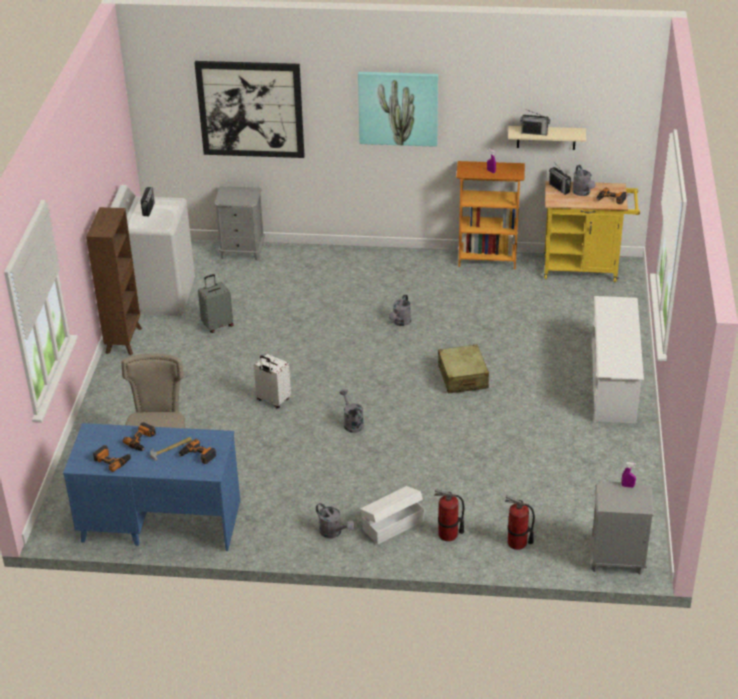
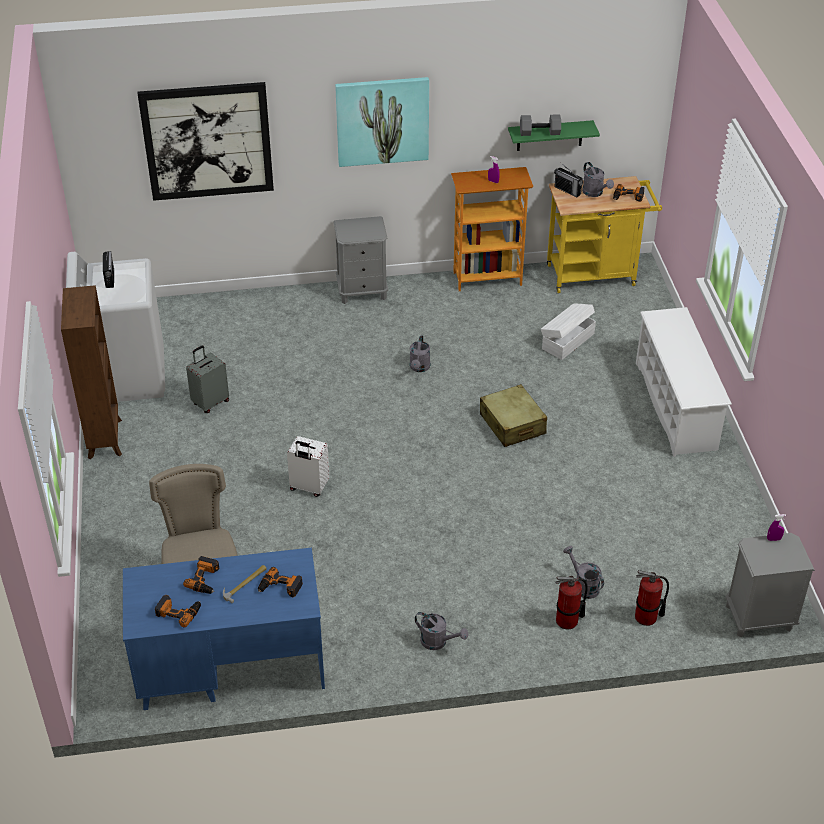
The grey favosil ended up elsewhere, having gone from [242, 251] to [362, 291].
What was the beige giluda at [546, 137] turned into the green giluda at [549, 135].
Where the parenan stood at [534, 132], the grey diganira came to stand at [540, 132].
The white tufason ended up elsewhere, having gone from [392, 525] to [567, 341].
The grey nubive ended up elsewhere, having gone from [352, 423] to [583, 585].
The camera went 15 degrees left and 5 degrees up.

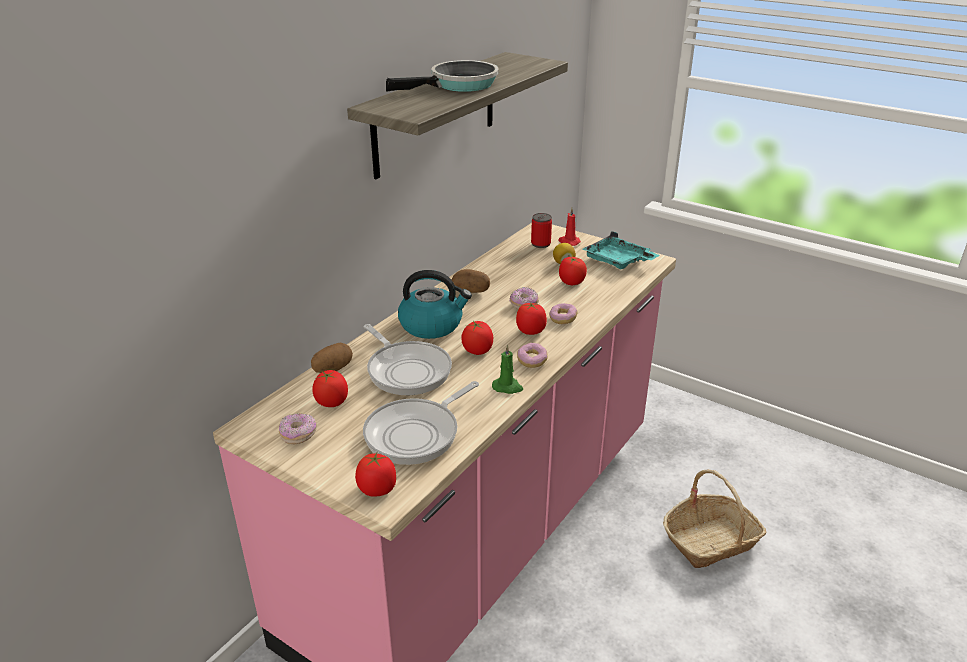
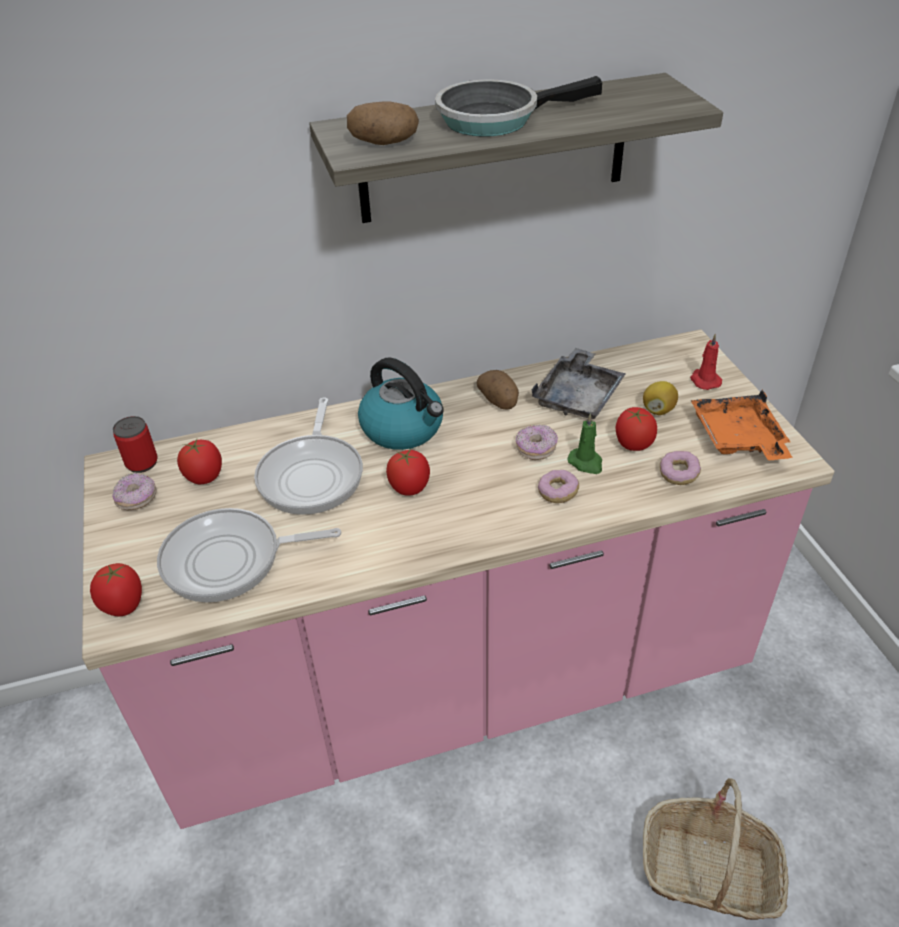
The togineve ended up elsewhere, having gone from [540, 244] to [142, 463].
The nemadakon ended up elsewhere, having gone from [333, 369] to [384, 143].
The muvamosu at [459, 85] ended up facing another way, 150 degrees clockwise from before.
The second view gained the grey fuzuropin at [578, 396].
The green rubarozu ended up elsewhere, having gone from [507, 387] to [586, 463].
The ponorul ended up elsewhere, having gone from [532, 361] to [678, 474].
What was the turquoise fuzuropin at [618, 261] turned into the orange fuzuropin at [737, 439].
The second view lost the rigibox at [531, 331].
The camera went 40 degrees right and 10 degrees up.

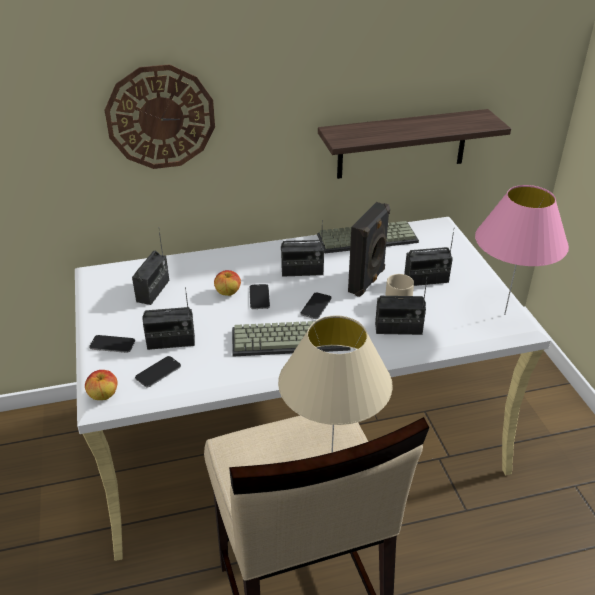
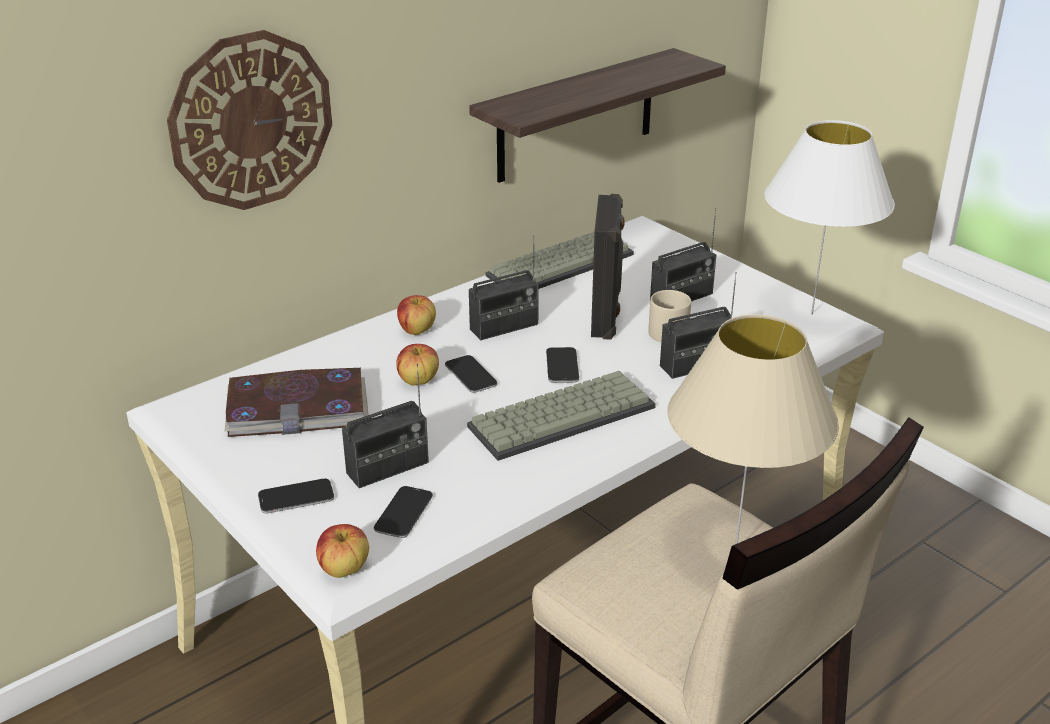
Where the parenan stood at [153, 291], the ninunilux came to stand at [297, 408].
The second view gained the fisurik at [417, 330].
What was the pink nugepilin at [504, 314] turned into the white nugepilin at [811, 314].
The camera went 25 degrees left and 5 degrees down.

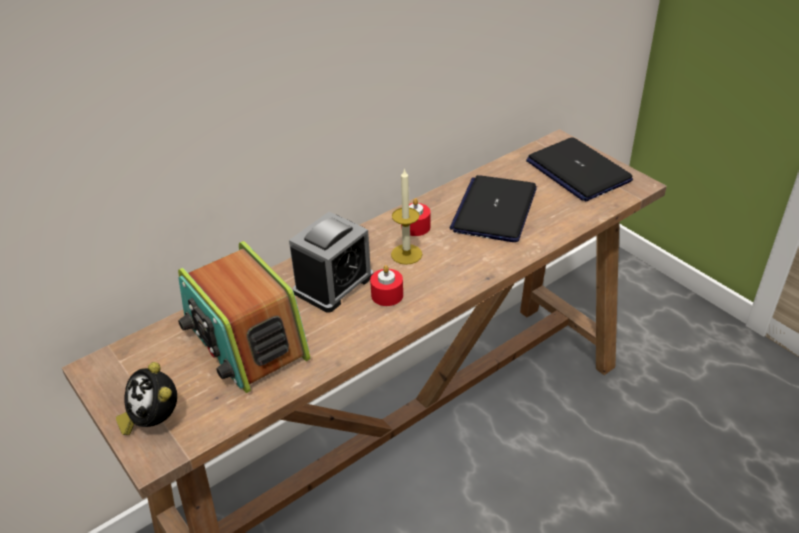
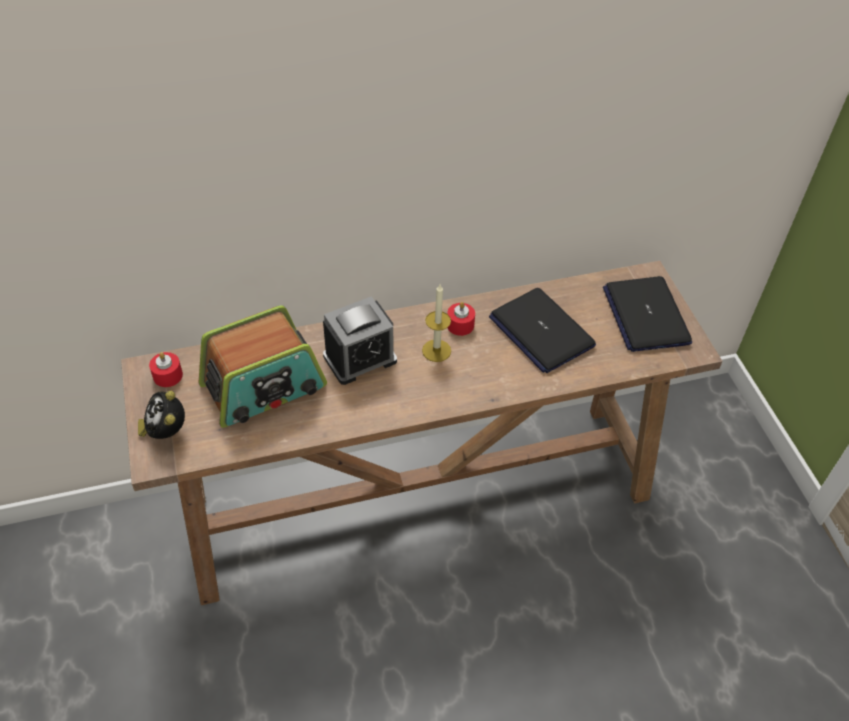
The red rubarozu ended up elsewhere, having gone from [387, 295] to [168, 375].
The parenan at [245, 341] ended up facing another way, 105 degrees counterclockwise from before.
The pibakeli at [494, 210] ended up facing another way, 75 degrees counterclockwise from before.
The camera went 20 degrees right and 10 degrees up.

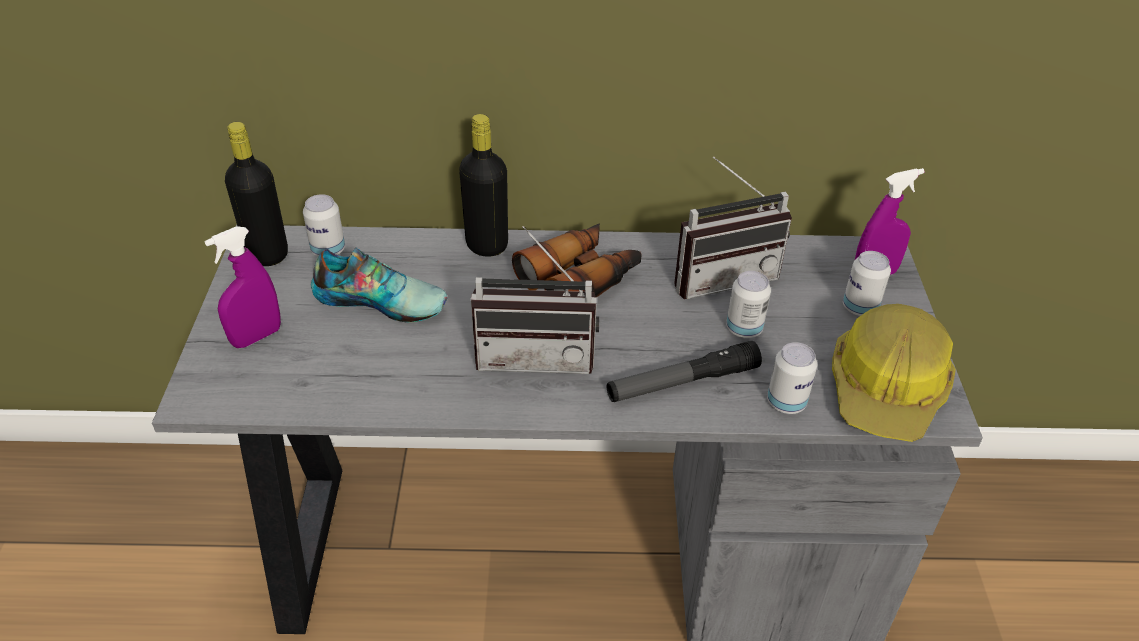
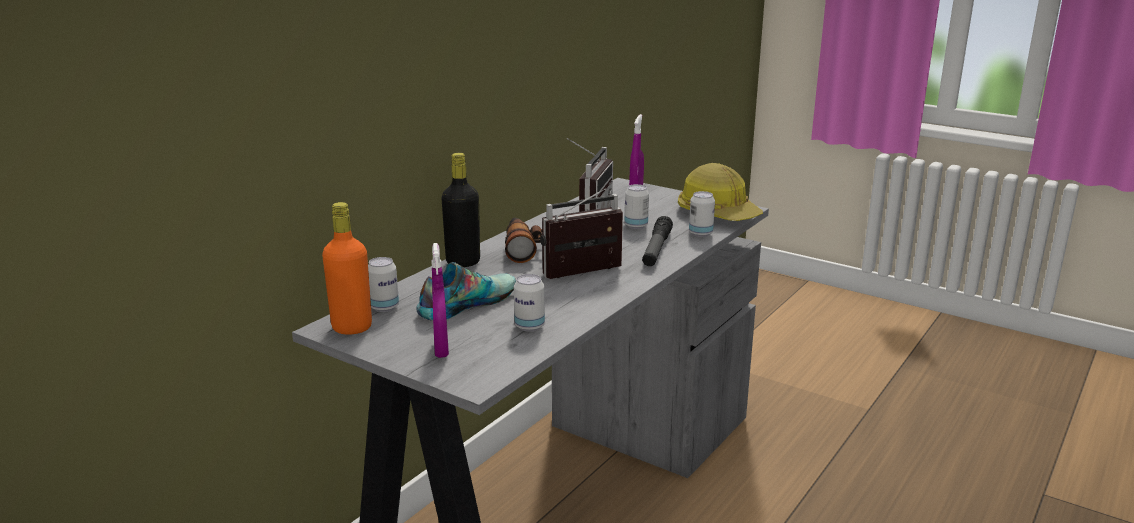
What was the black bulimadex at [267, 254] turned into the orange bulimadex at [352, 327].
The togineve ended up elsewhere, having gone from [859, 308] to [529, 326].
The parenan at [537, 355] ended up facing another way, 150 degrees counterclockwise from before.
The camera went 55 degrees left and 20 degrees down.

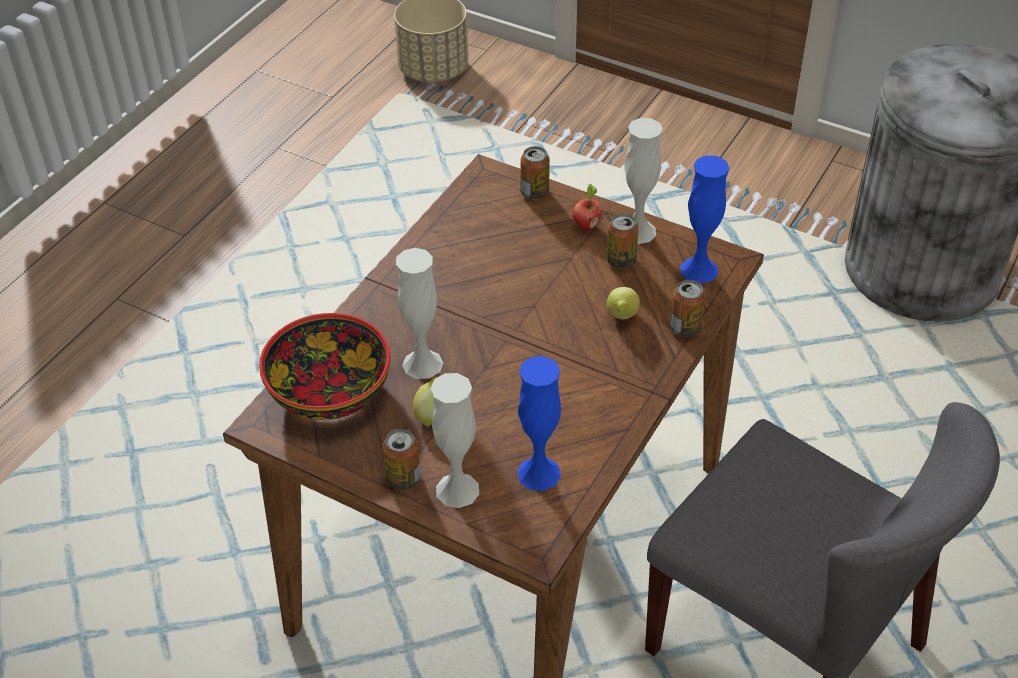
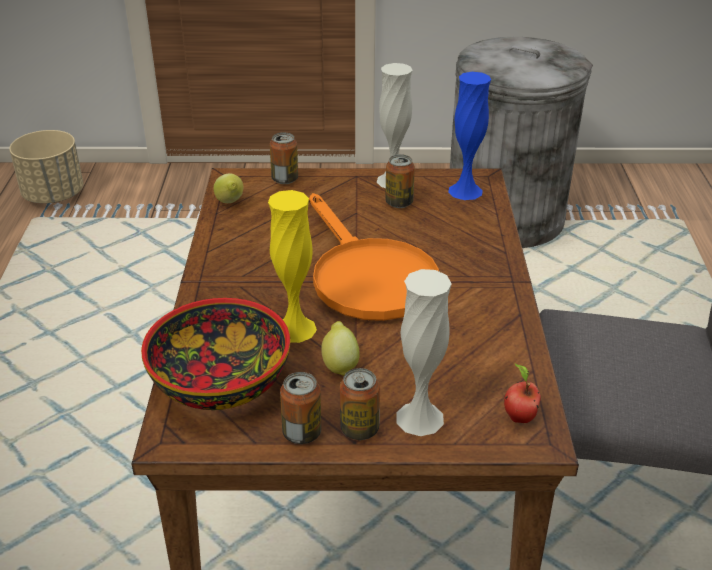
The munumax ended up elsewhere, having gone from [622, 317] to [230, 203].
What was the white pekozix at [422, 364] turned into the yellow pekozix at [295, 329].
The togineve ended up elsewhere, having gone from [685, 328] to [302, 433].
The second view gained the orange muvamosu at [366, 276].
The fisurik ended up elsewhere, having gone from [586, 225] to [518, 417].
The second view lost the blue pekozix at [539, 473].
The camera went 30 degrees left and 10 degrees down.

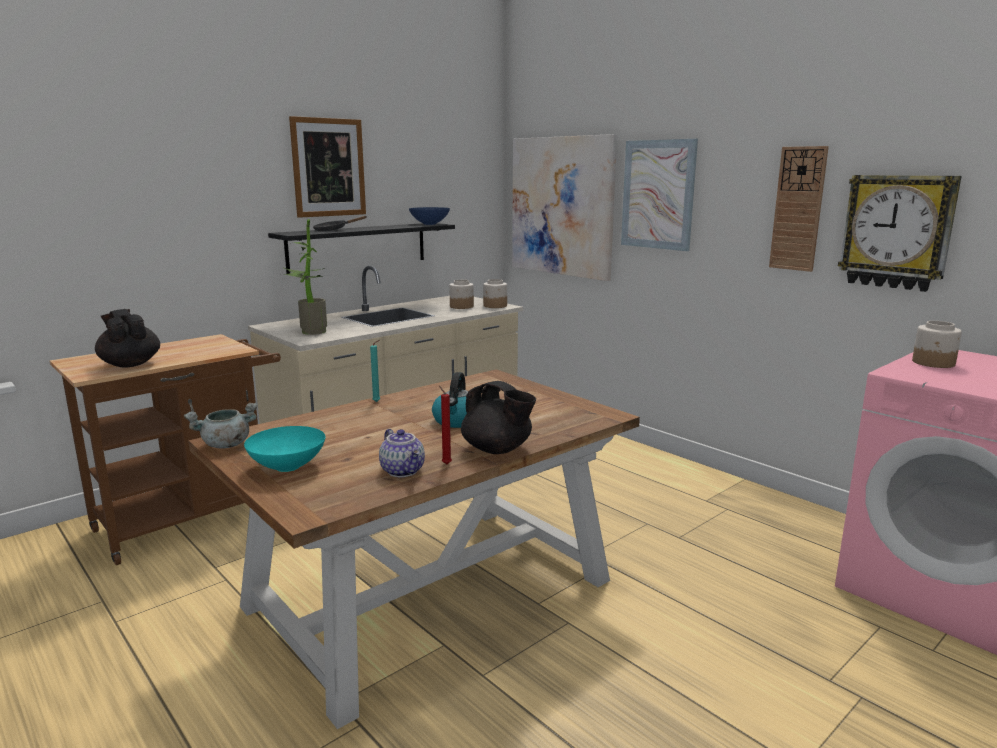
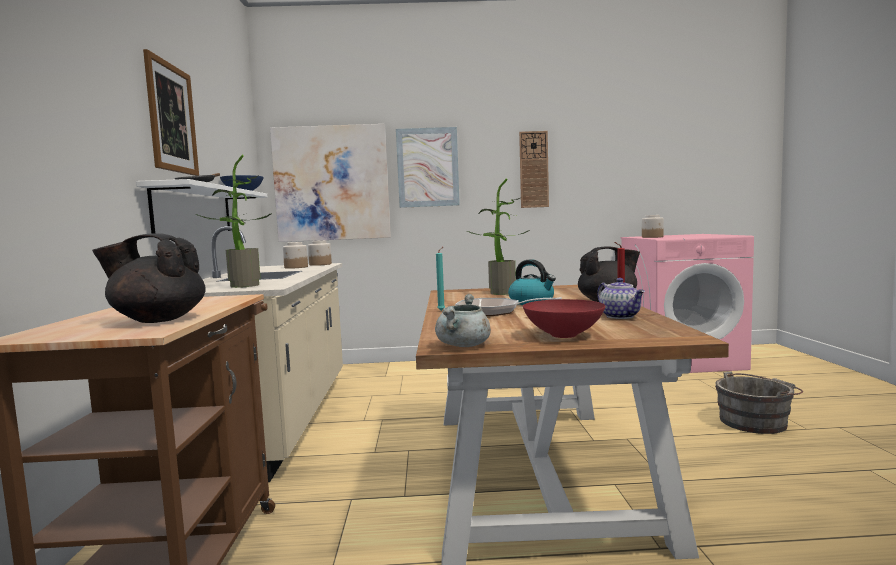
What was the black giluda at [358, 247] turned into the white giluda at [194, 210].
The second view gained the muvamosu at [494, 312].
The second view gained the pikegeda at [499, 293].
What was the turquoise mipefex at [288, 467] turned into the red mipefex at [565, 335].
The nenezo at [403, 471] ended up facing another way, 60 degrees clockwise from before.
The second view gained the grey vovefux at [755, 421].
The second view lost the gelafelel at [897, 232].
The camera went 50 degrees left and 10 degrees down.

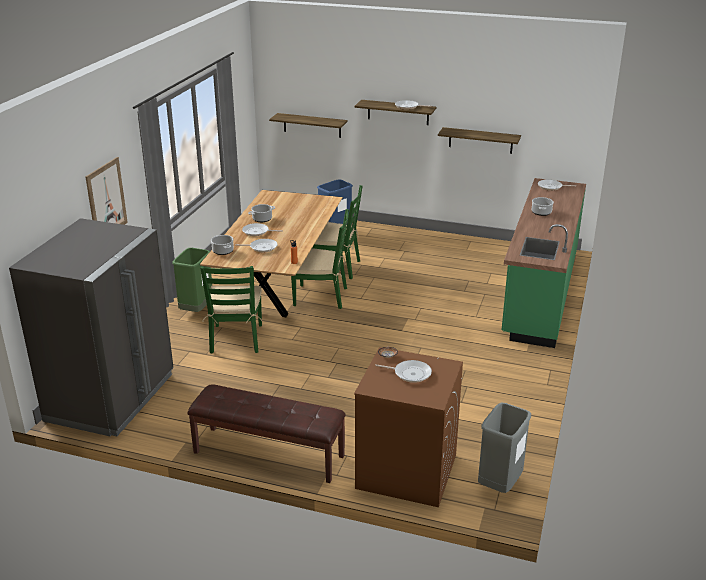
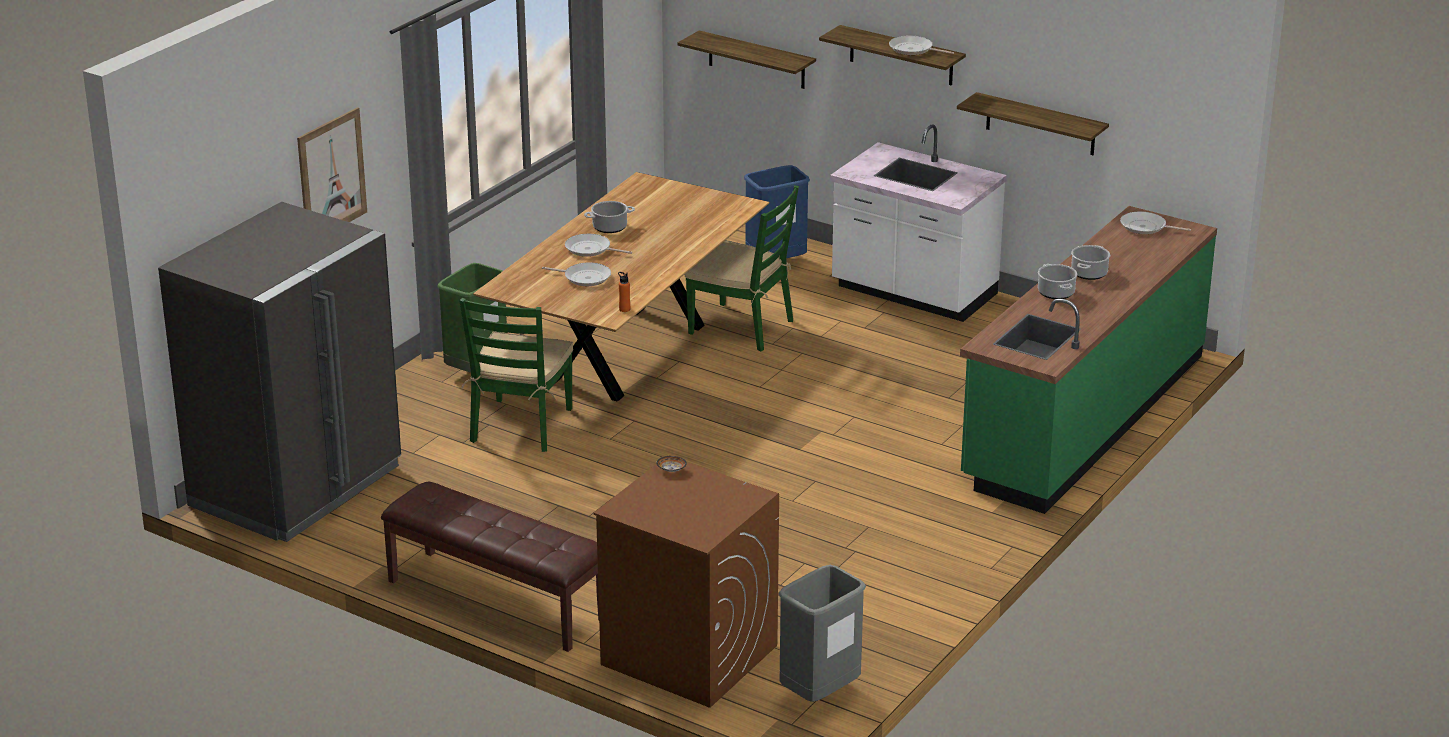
The second view gained the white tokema at [913, 293].
The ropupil ended up elsewhere, having gone from [222, 251] to [1055, 292].
The second view lost the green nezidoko at [321, 296].
The second view lost the muvamosu at [410, 373].
The camera went 15 degrees right and 0 degrees up.

